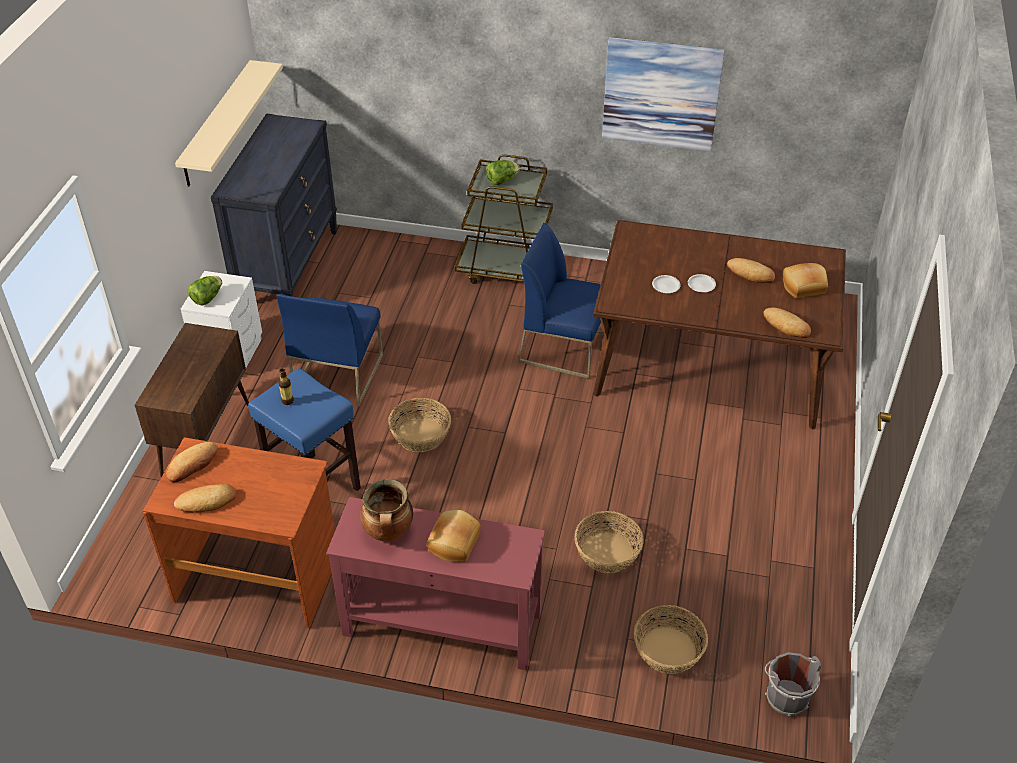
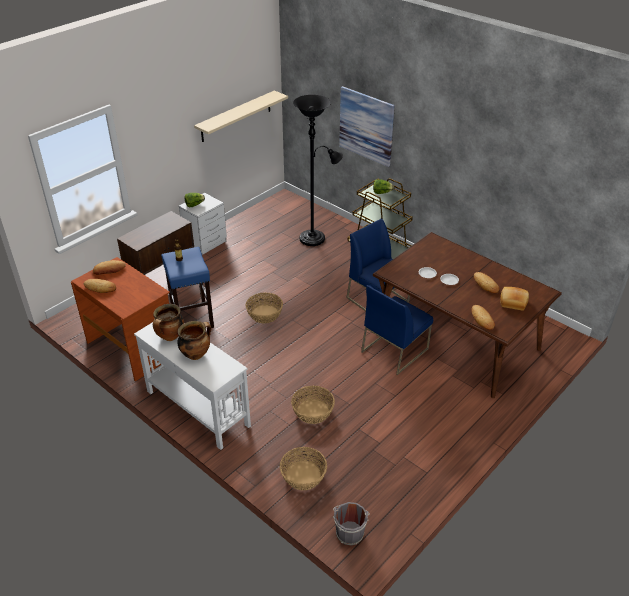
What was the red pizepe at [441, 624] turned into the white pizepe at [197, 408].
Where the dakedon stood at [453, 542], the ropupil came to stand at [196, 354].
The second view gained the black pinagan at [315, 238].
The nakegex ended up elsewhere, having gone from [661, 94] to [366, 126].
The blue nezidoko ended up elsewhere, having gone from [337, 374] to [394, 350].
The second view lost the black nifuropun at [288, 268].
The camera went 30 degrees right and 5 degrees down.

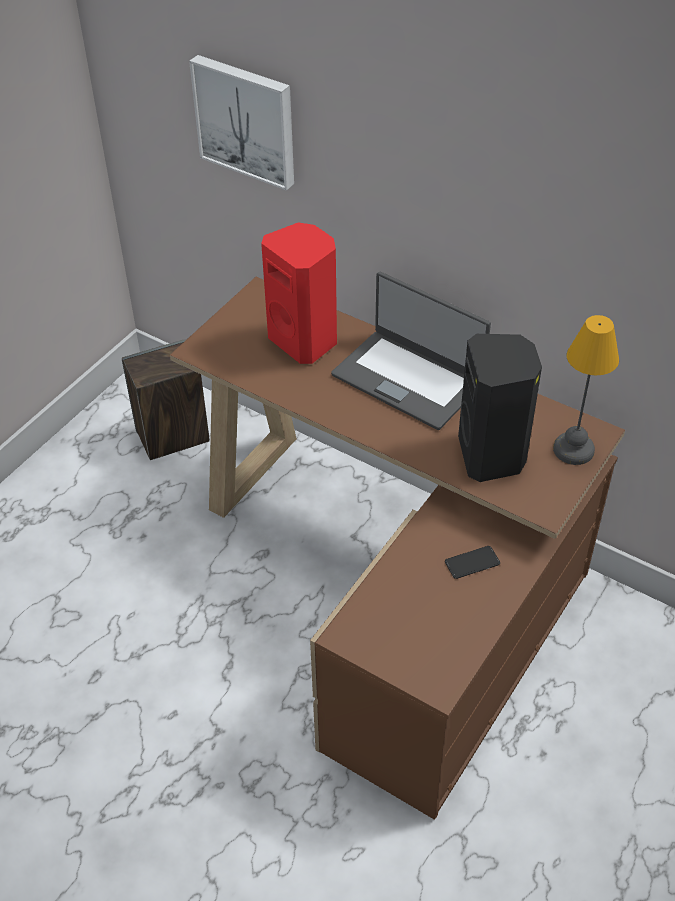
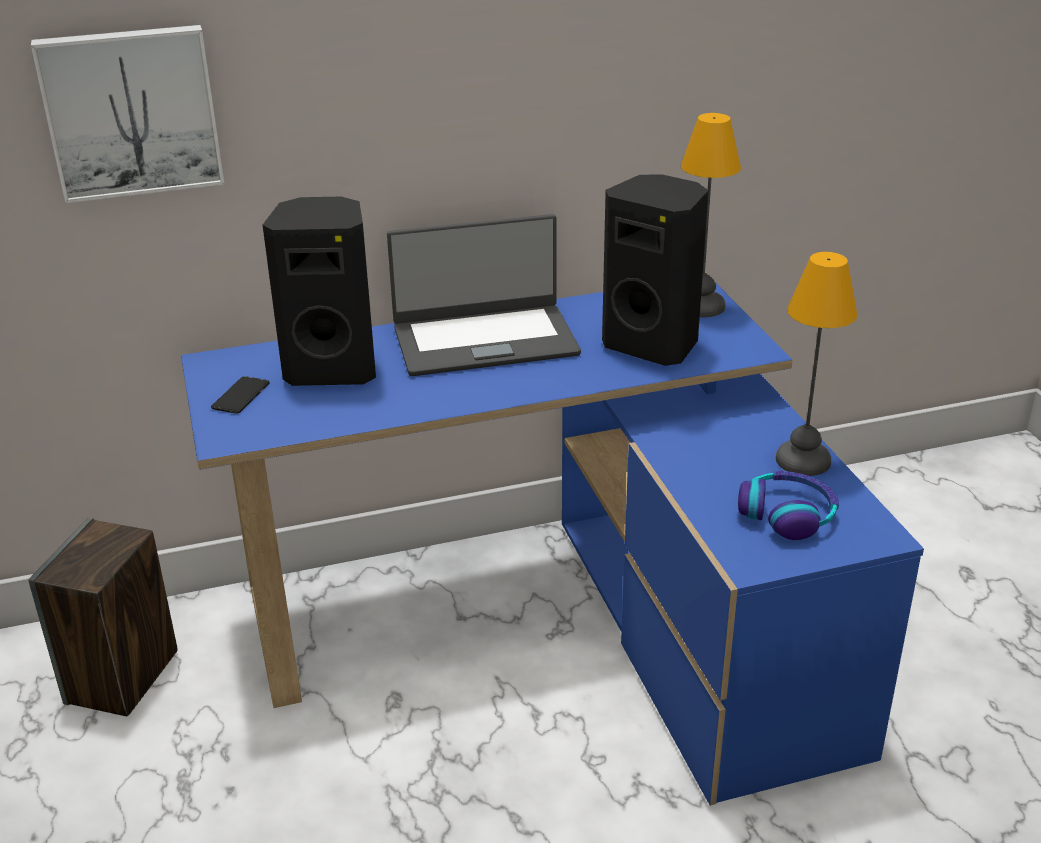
What was the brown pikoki at [395, 585] turned into the blue pikoki at [559, 624].
The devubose ended up elsewhere, having gone from [472, 563] to [241, 396].
What was the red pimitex at [305, 341] turned into the black pimitex at [333, 369].
The second view gained the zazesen at [787, 514].
The second view gained the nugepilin at [804, 461].
The camera went 50 degrees left and 15 degrees down.

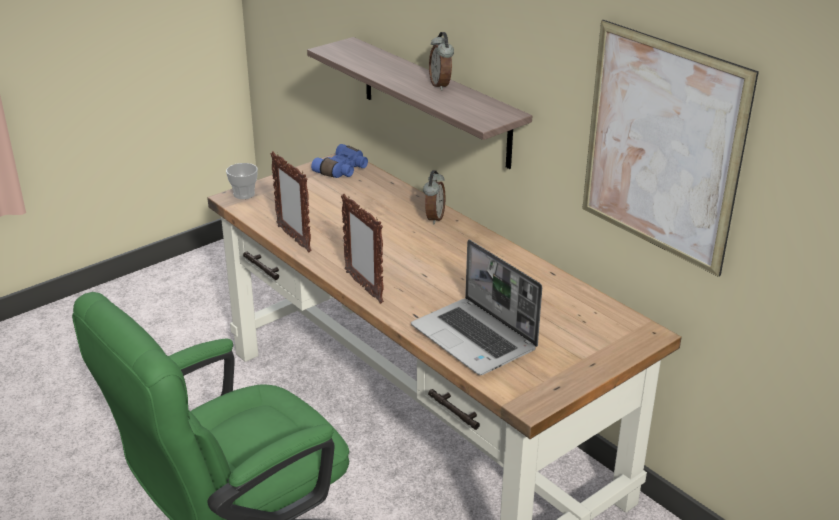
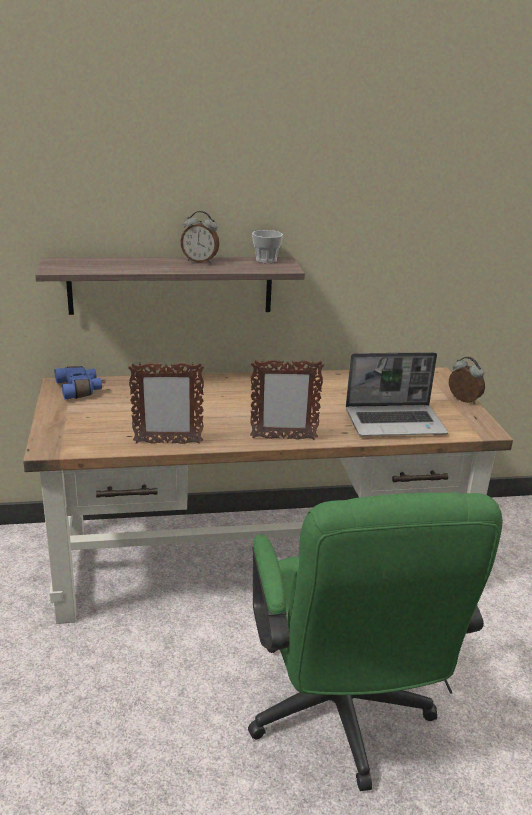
The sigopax ended up elsewhere, having gone from [244, 194] to [266, 260].
The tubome ended up elsewhere, having gone from [433, 218] to [463, 401].
The second view lost the nakegex at [661, 147].
The camera went 60 degrees left and 5 degrees down.

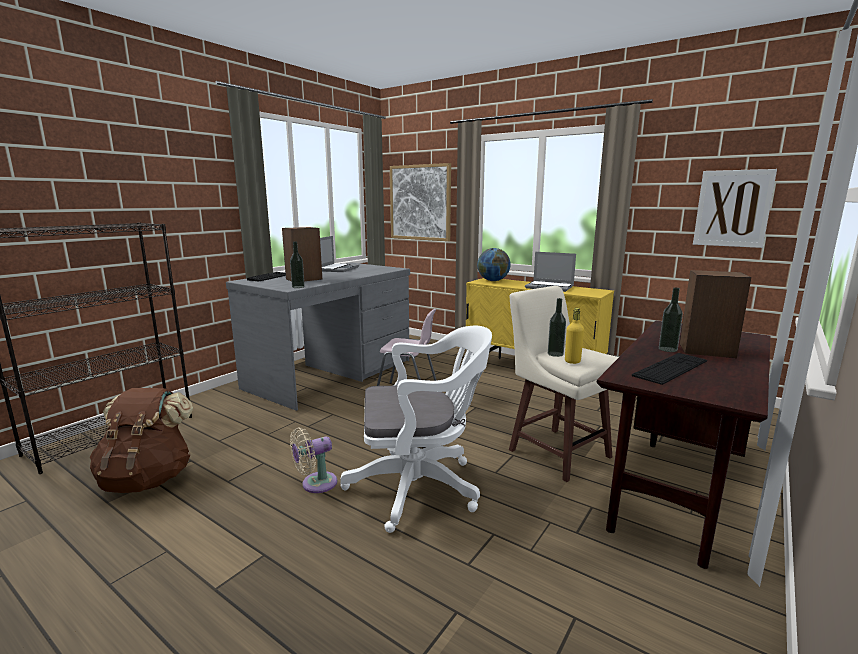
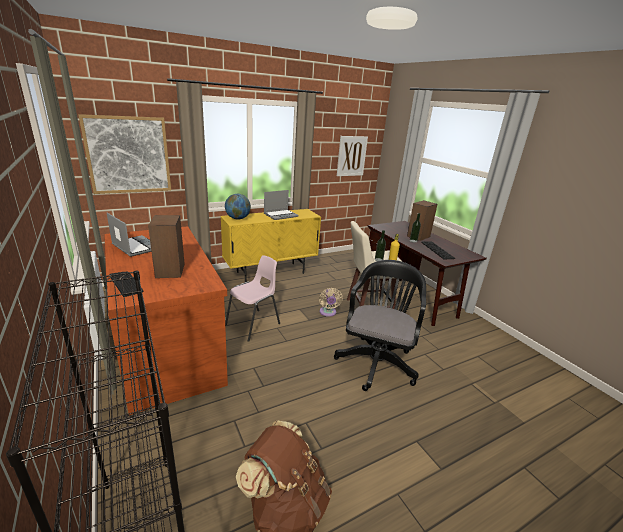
What was the grey pikoki at [332, 374] turned into the brown pikoki at [168, 346].
The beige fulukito ended up elsewhere, having gone from [315, 484] to [328, 313].
What was the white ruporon at [421, 487] turned into the black ruporon at [376, 361].
The second view lost the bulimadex at [298, 287].
The camera went 65 degrees left and 10 degrees up.

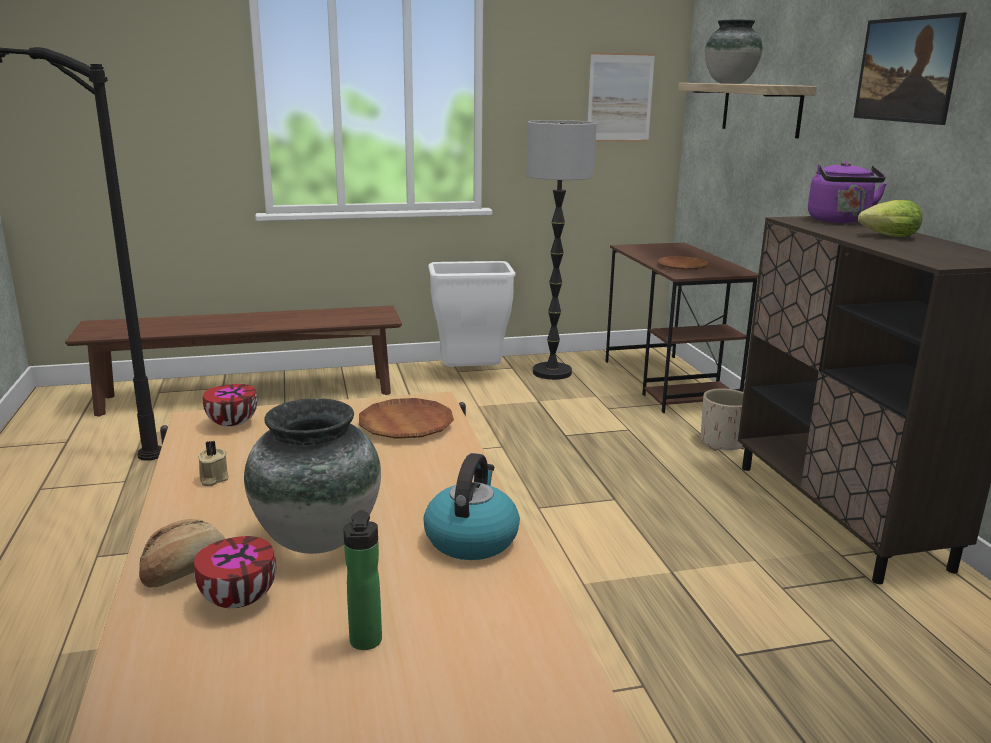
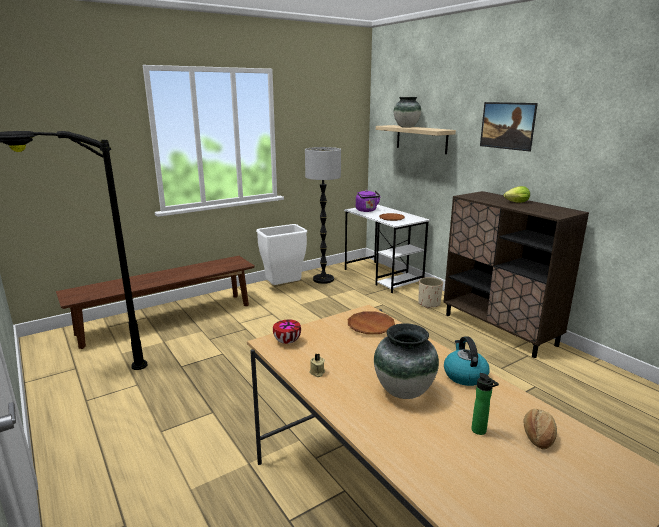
What was the brown pikoki at [669, 382] turned into the white pikoki at [383, 276].
The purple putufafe ended up elsewhere, having gone from [839, 221] to [367, 210].
The dakedon ended up elsewhere, having gone from [184, 570] to [538, 436].
The second view lost the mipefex at [237, 599].
The second view lost the nakegex at [620, 98].
The camera went 20 degrees left and 0 degrees up.

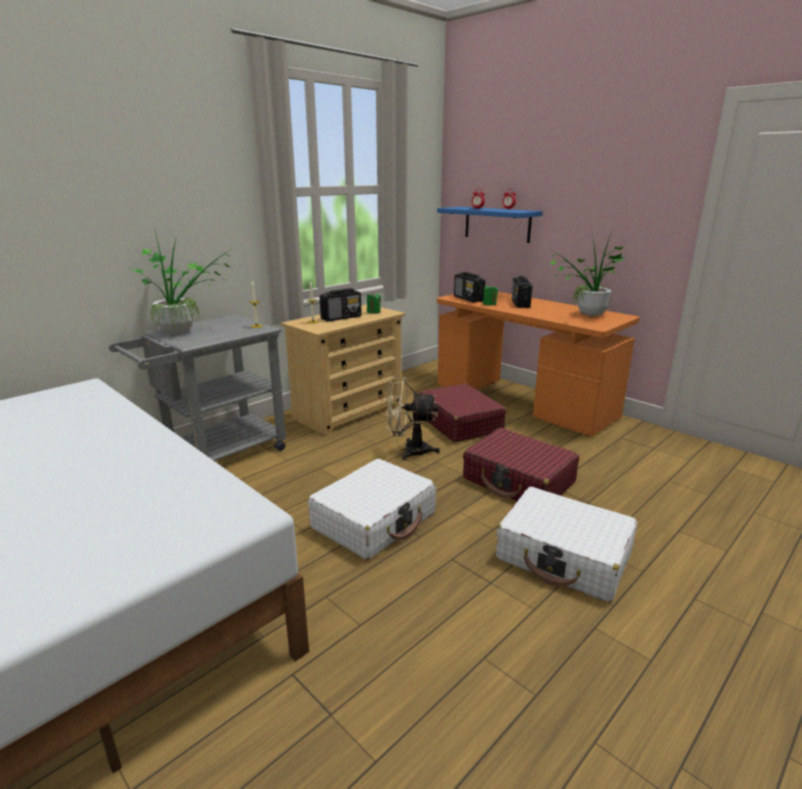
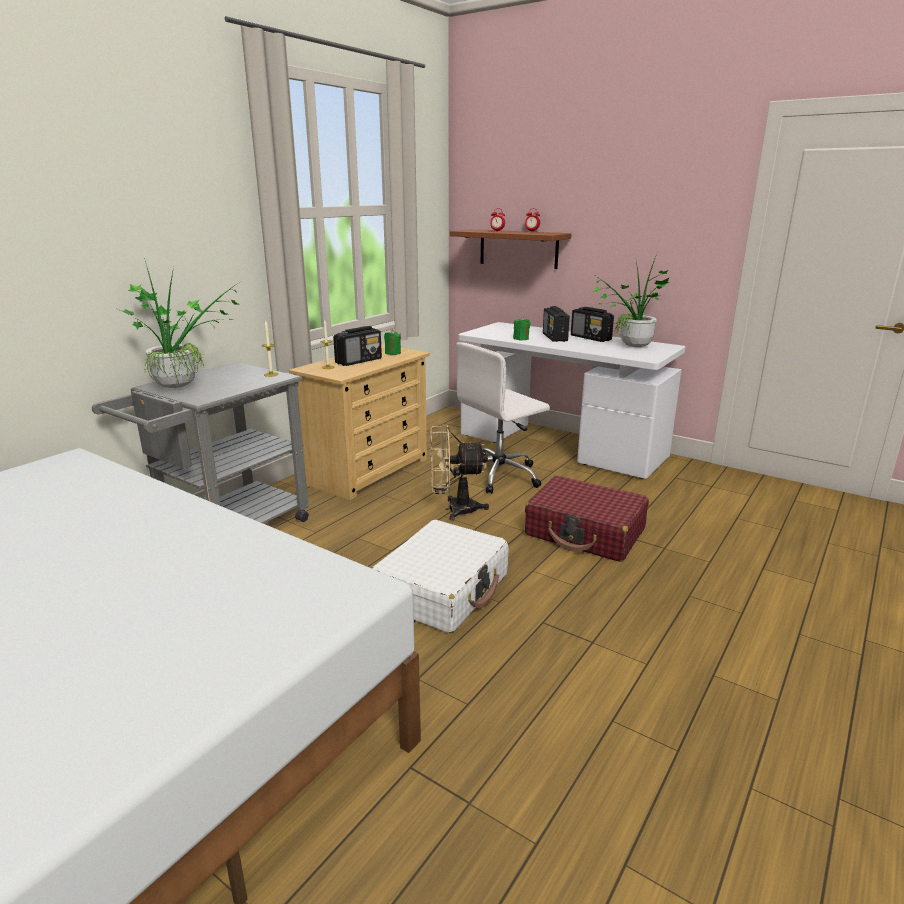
What was the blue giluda at [497, 224] turned into the brown giluda at [518, 248].
Where the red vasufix stood at [460, 423], the white ruporon came to stand at [500, 475].
What was the orange pikoki at [522, 401] turned into the white pikoki at [560, 446].
The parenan ended up elsewhere, having gone from [468, 299] to [591, 338].
The second view lost the white vasufix at [564, 556].
The camera went 10 degrees left and 0 degrees up.

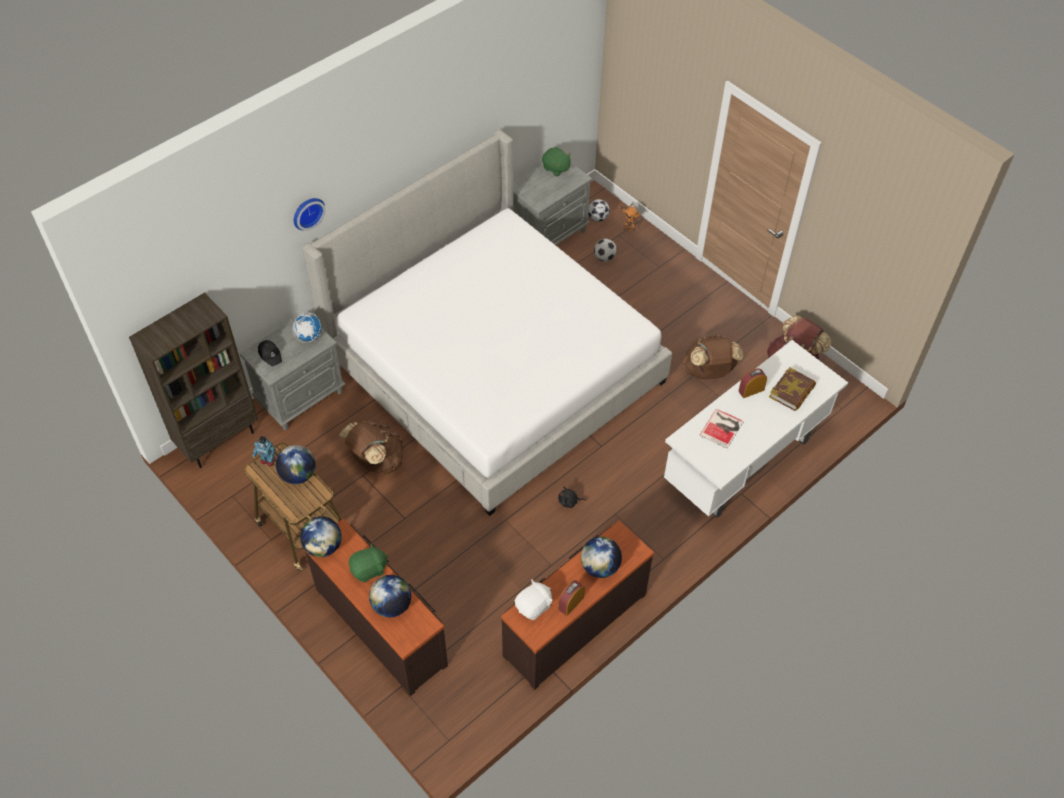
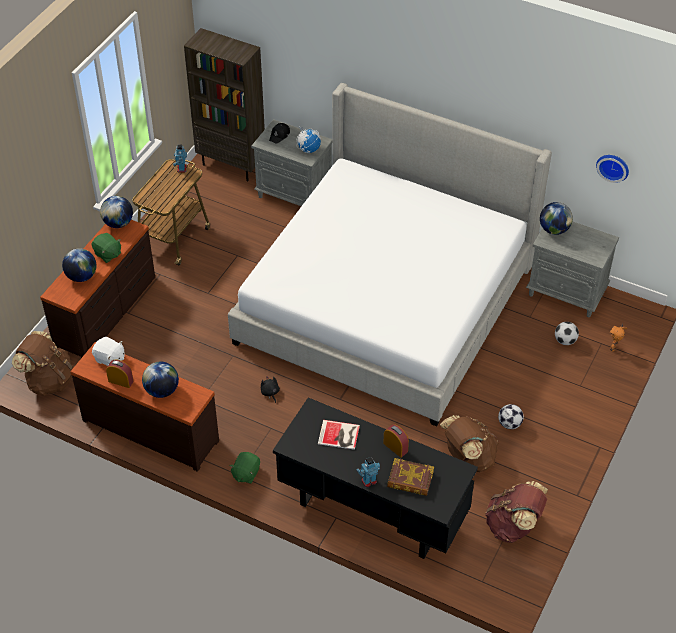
The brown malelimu ended up elsewhere, having gone from [376, 461] to [49, 380].
The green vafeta ended up elsewhere, having gone from [556, 168] to [245, 473].
What was the white pikoki at [744, 464] turned into the black pikoki at [371, 512].
The second view gained the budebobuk at [368, 481].
The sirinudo ended up elsewhere, having gone from [598, 218] to [509, 424].
The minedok ended up elsewhere, having gone from [298, 475] to [554, 229].
The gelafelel ended up elsewhere, having gone from [307, 212] to [613, 166].
The camera went 70 degrees right and 5 degrees down.

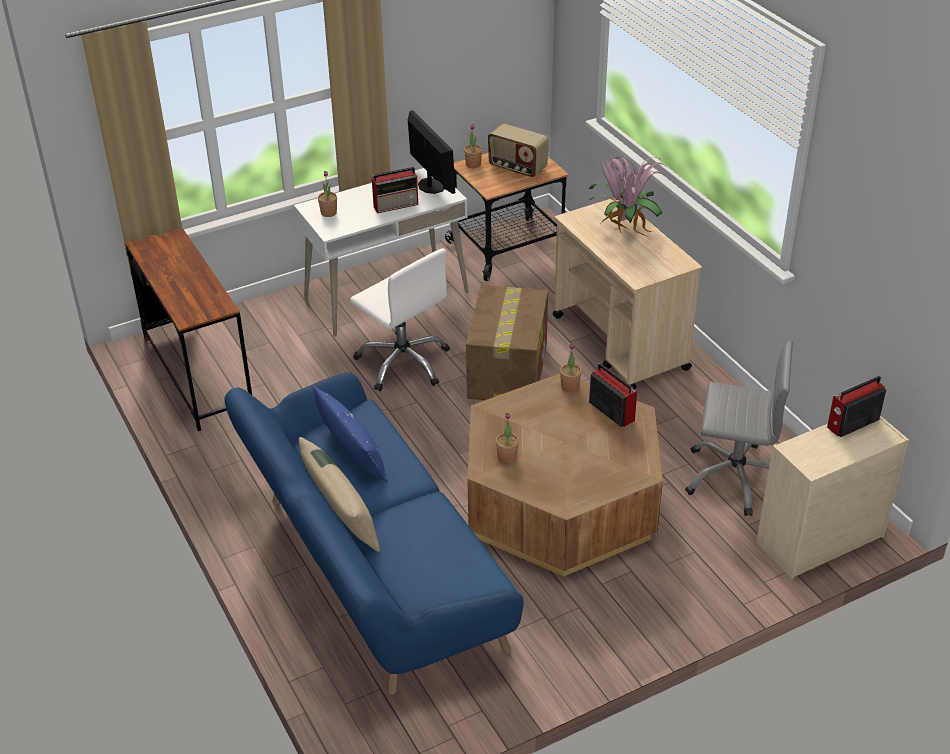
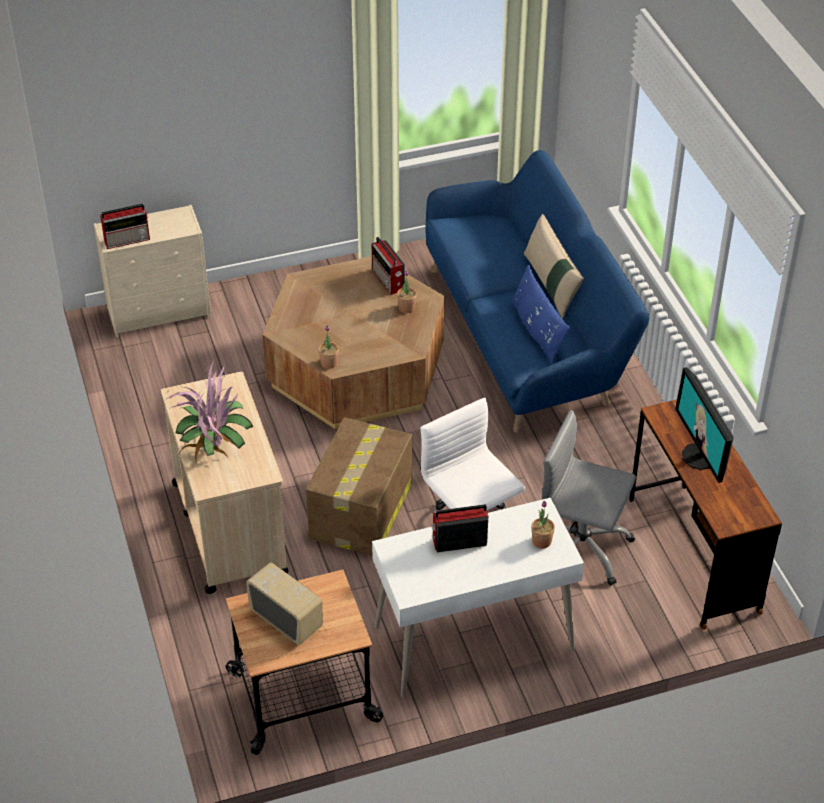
The parenan ended up elsewhere, having gone from [611, 410] to [388, 280].
The grey ruporon ended up elsewhere, having gone from [735, 477] to [580, 549].
The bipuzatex ended up elsewhere, having gone from [431, 186] to [699, 456].
The second view lost the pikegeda at [473, 164].
The camera went 170 degrees left and 5 degrees up.

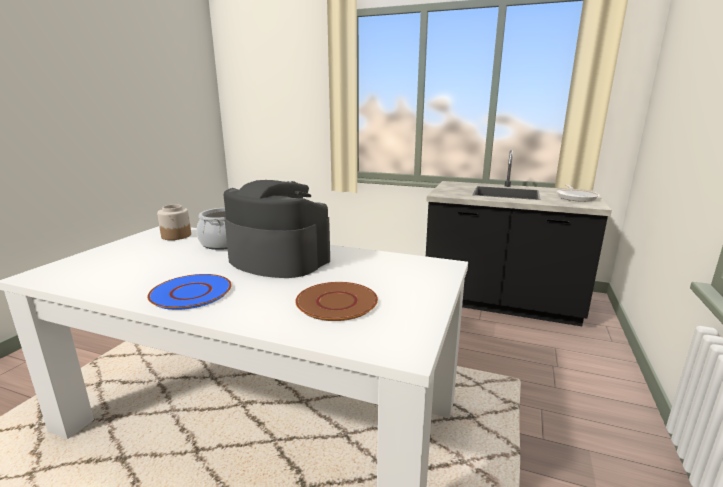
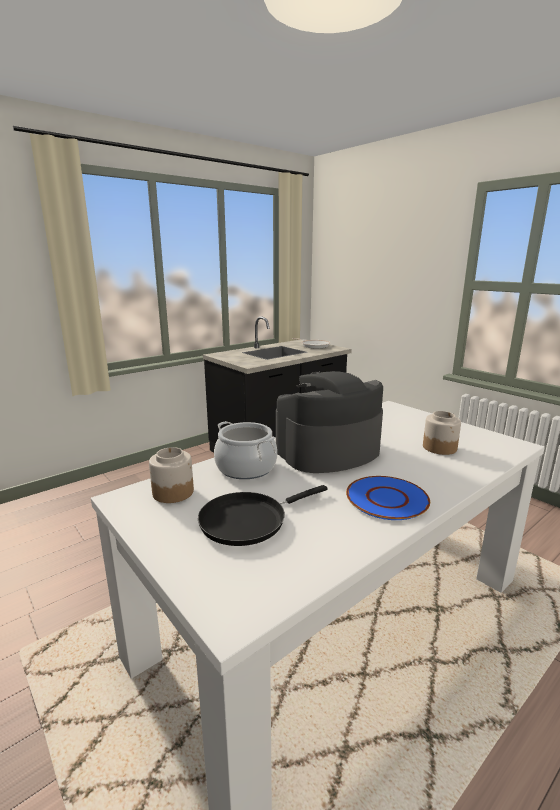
The second view gained the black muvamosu at [248, 520].
Where the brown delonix stood at [337, 302], the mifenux came to stand at [439, 447].
The camera went 60 degrees left and 0 degrees up.

